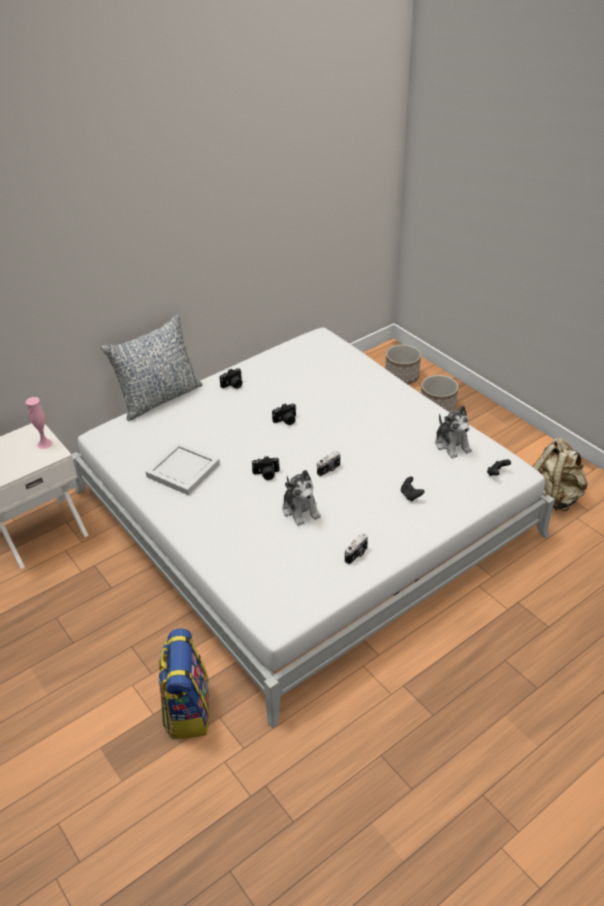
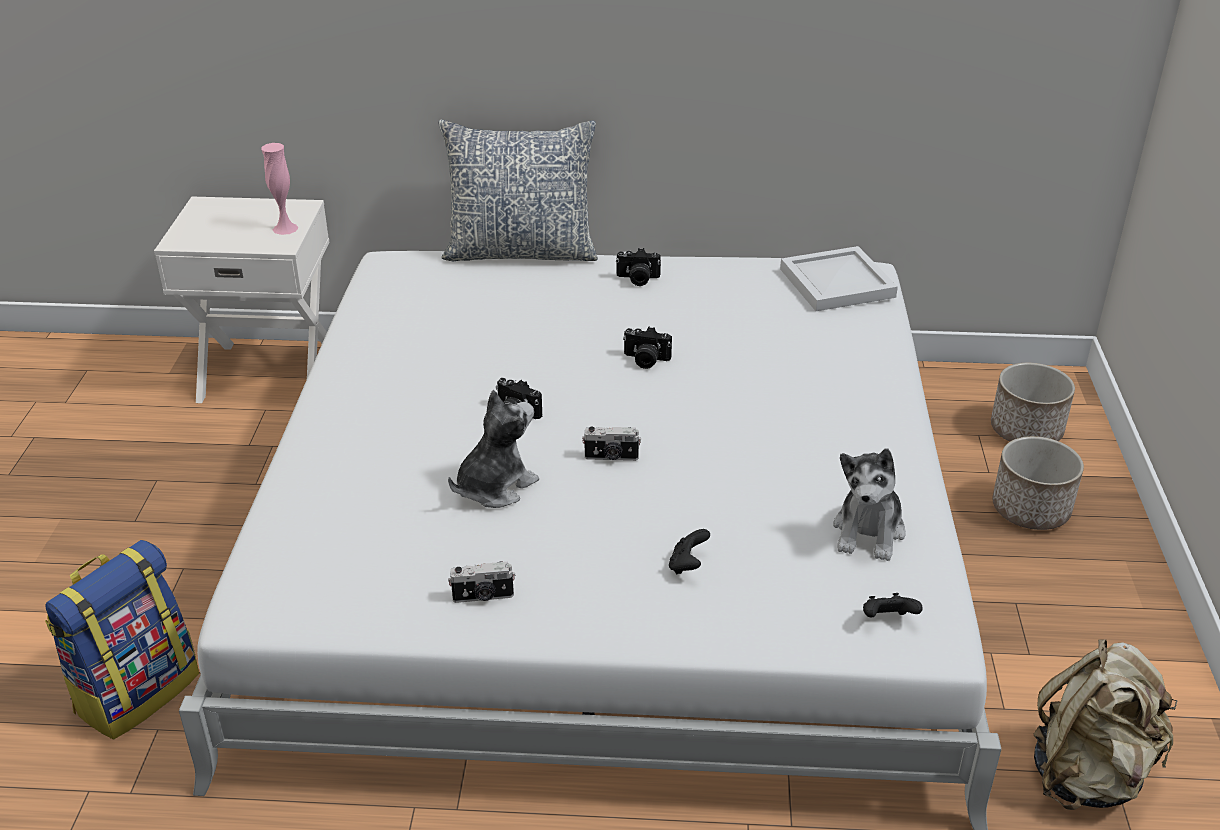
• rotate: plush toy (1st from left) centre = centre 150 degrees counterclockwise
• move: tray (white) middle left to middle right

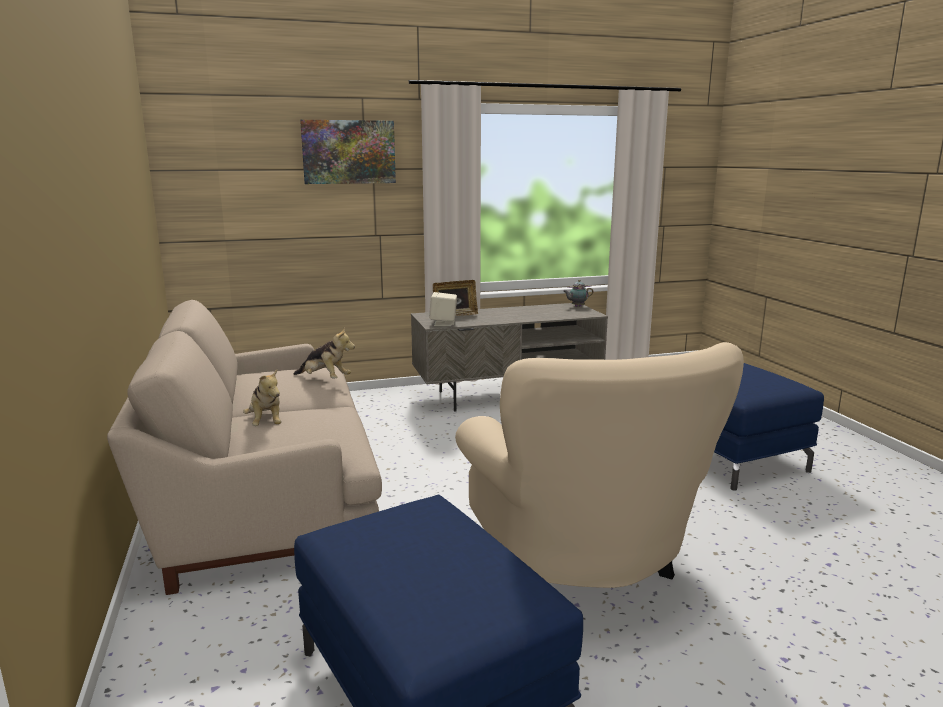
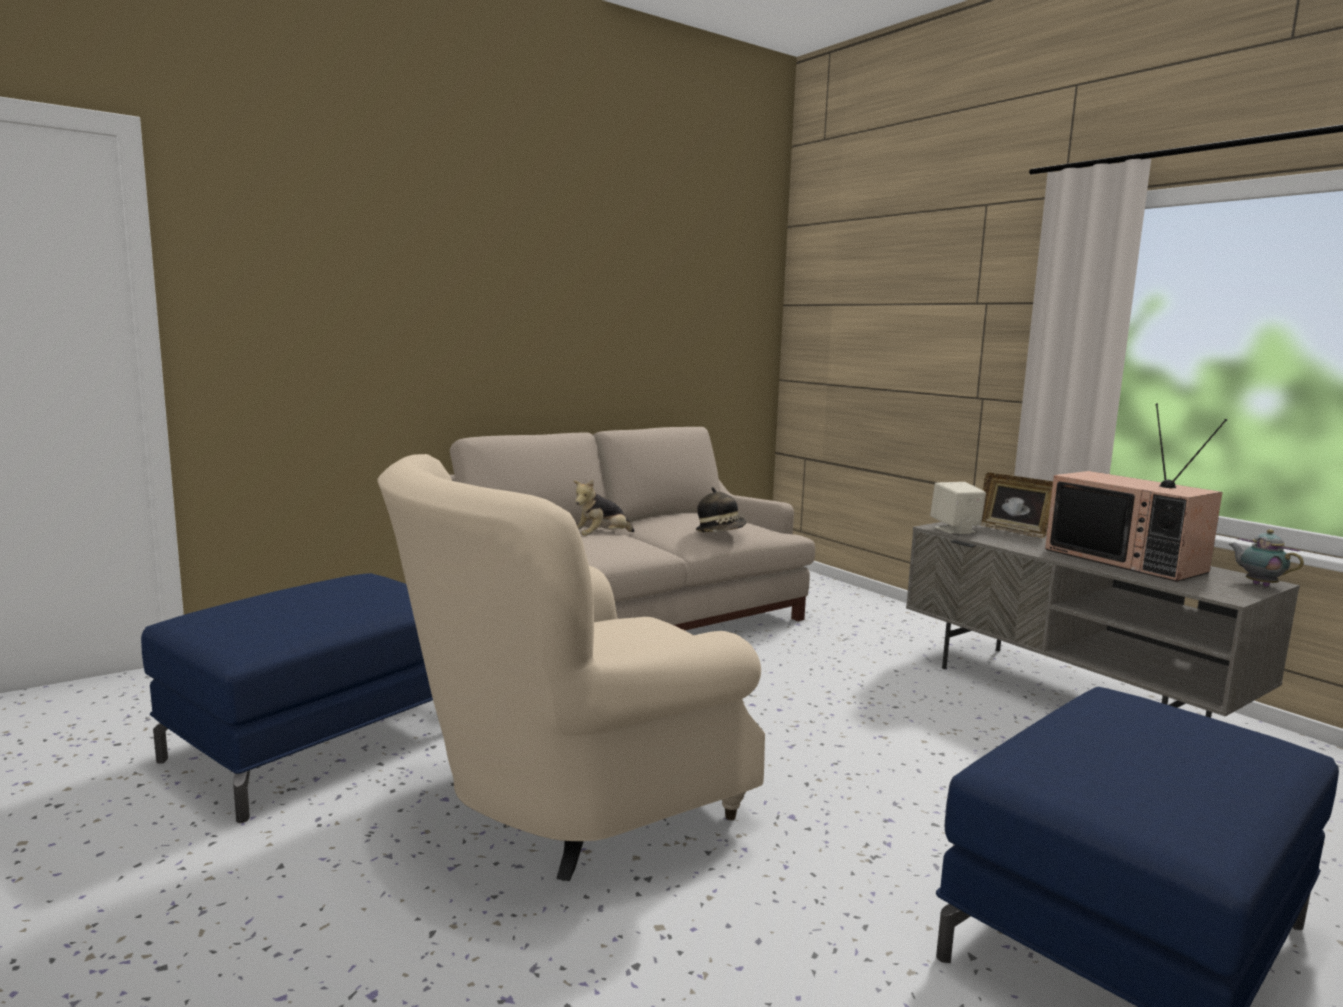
• replace: plush toy (2nd from left) centre to hat centre
• insert: television middle right
• delete: picture top centre

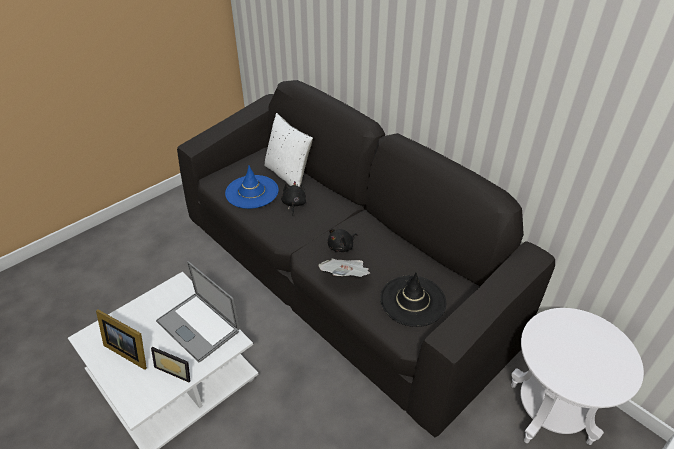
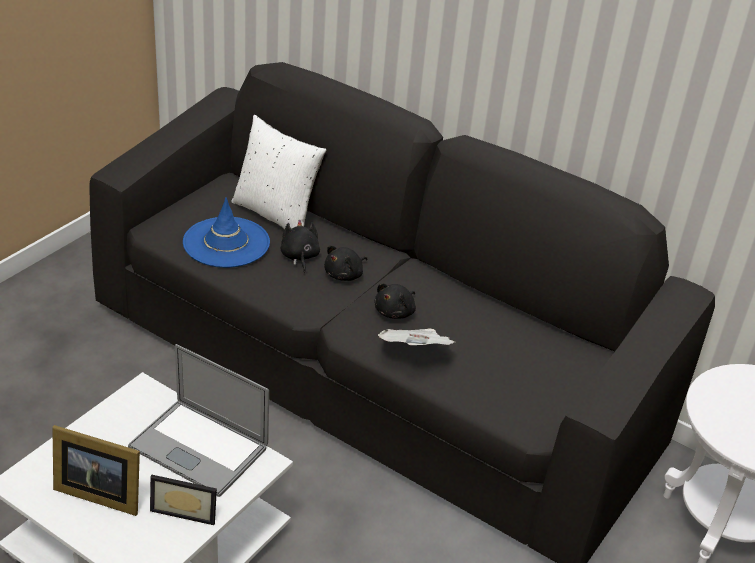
• insert: plush toy (black) (2nd from left) centre
• delete: hat (black) centre

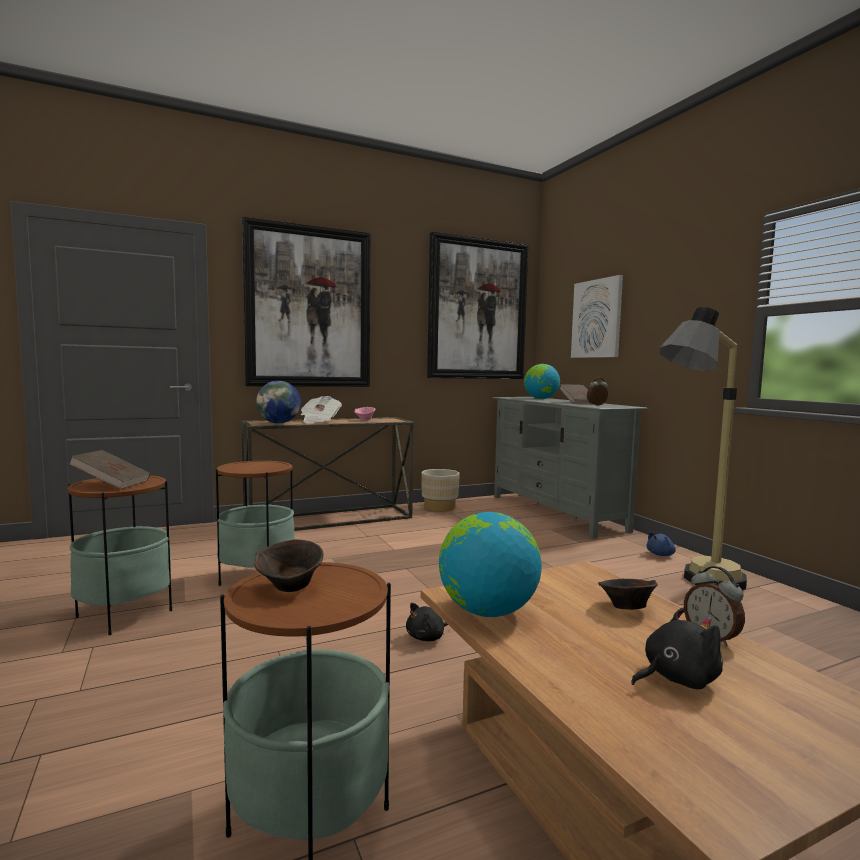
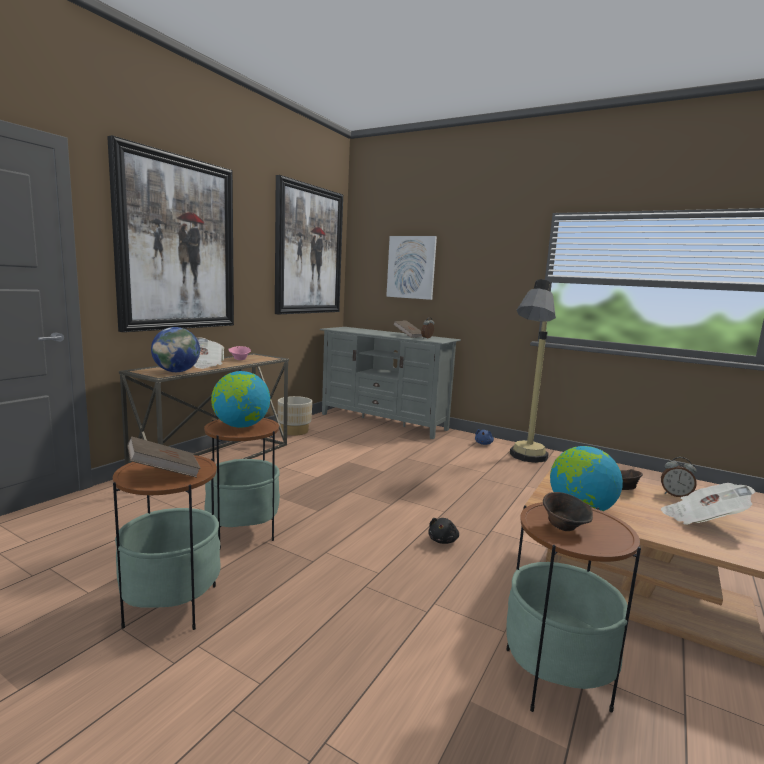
• move: globe (3rd from left in the first image) centre to globe (2nd from left) middle left
• replace: plush toy (black) (2nd from left) bottom right to newspaper (2nd from left) middle right

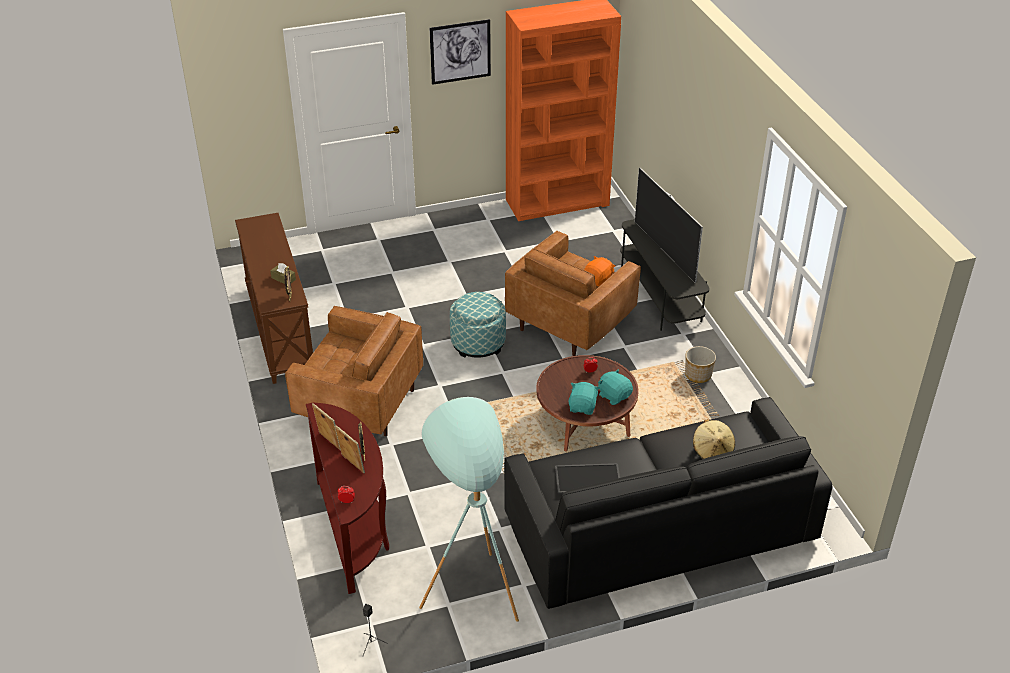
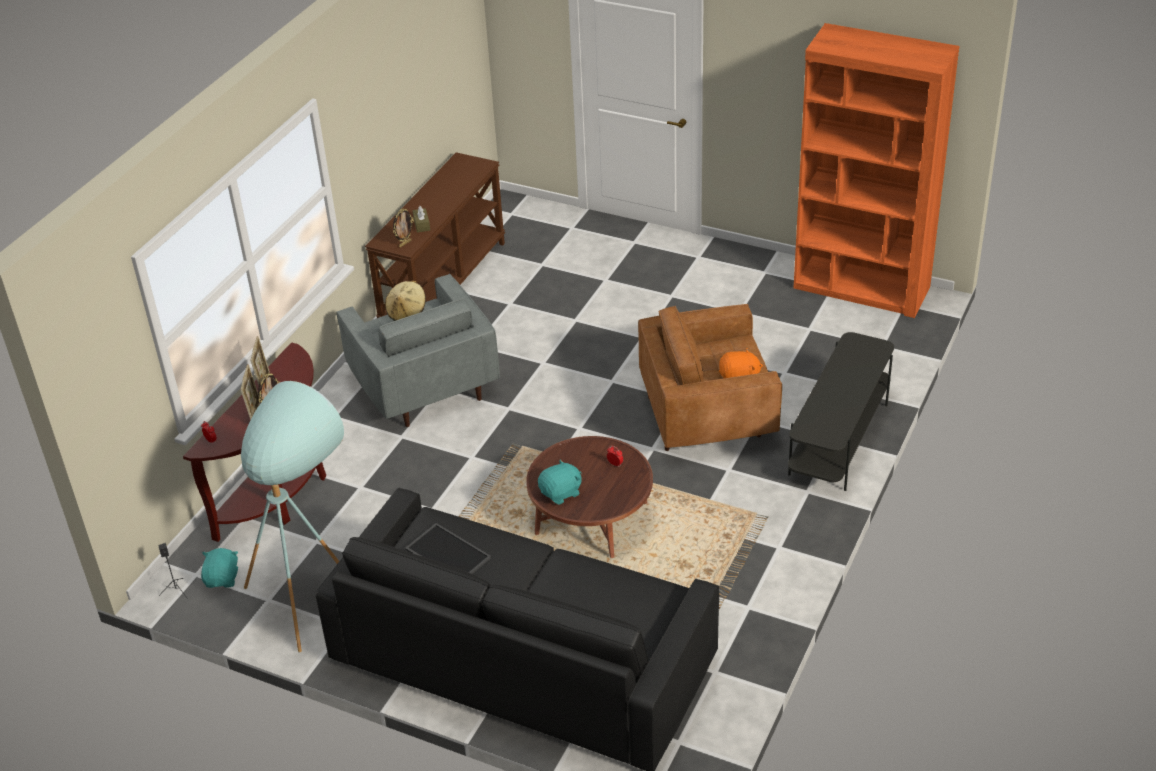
• move: plush toy (turquoise) (2nd from left in the first image) centre to plush toy (turquoise) (1st from left) bottom left
• recolor: armchair (brown) (1st from left) centre to armchair (grey) centre
• move: hat (beige) middle right to centre
• delete: picture top centre
• delete: ottoman centre
• delete: television centre
• delete: planter middle right

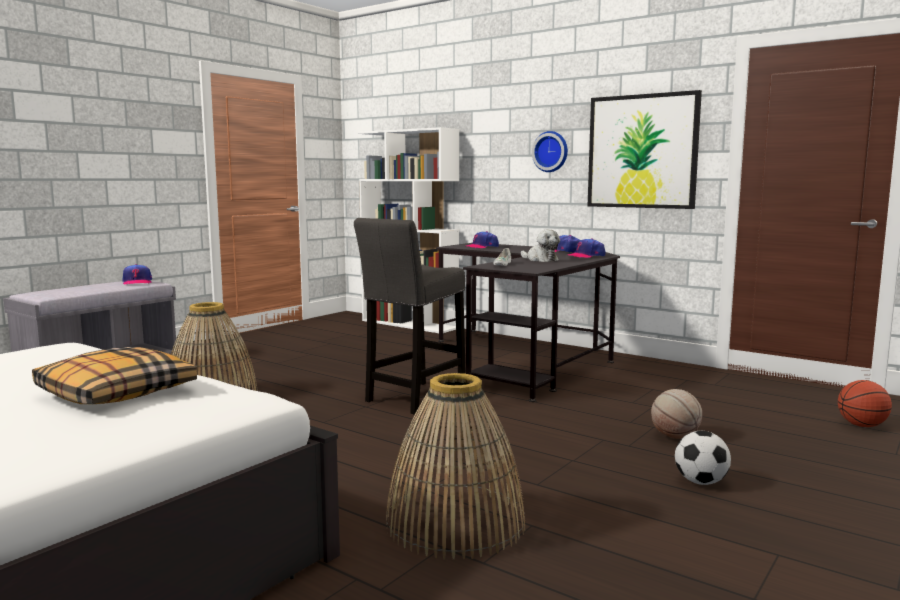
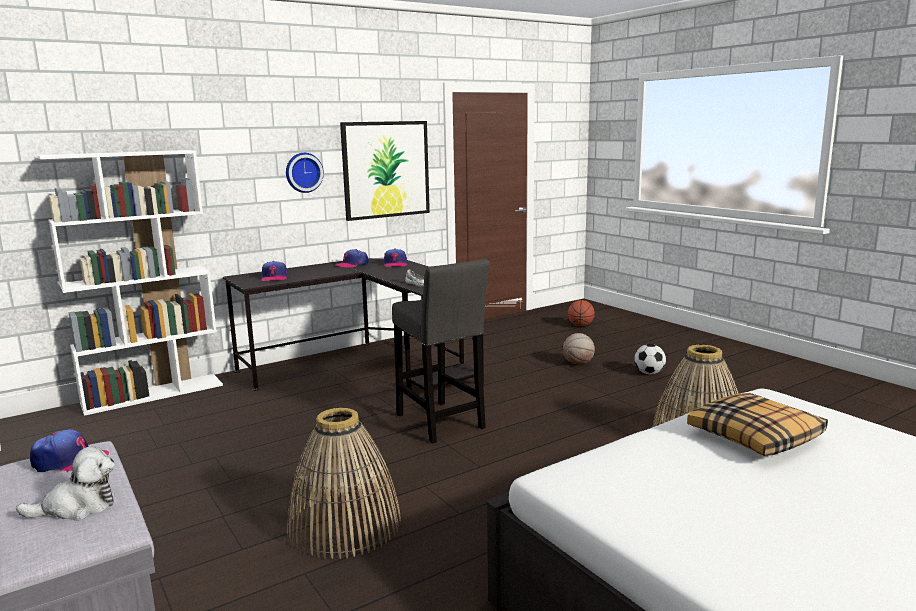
• move: plush toy centre to bottom left

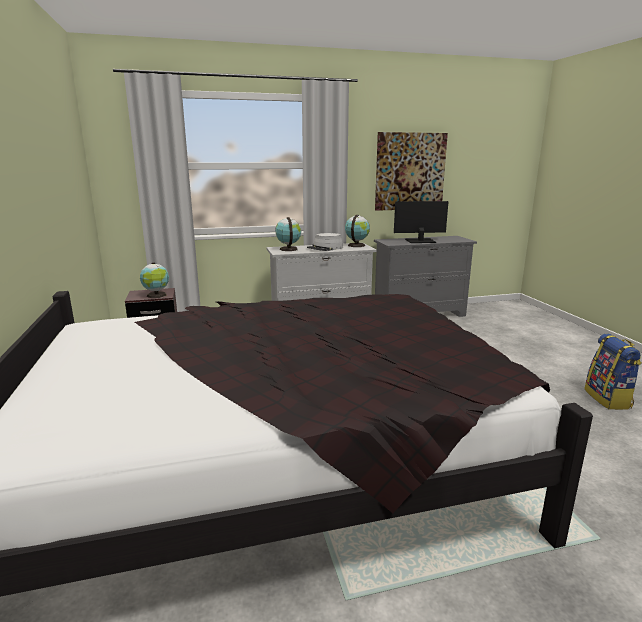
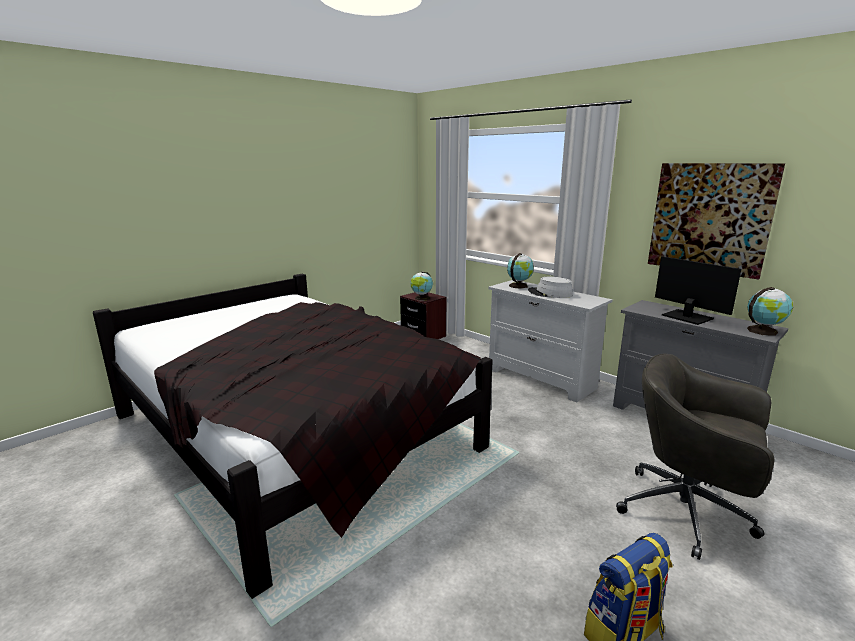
• insert: office chair (grey) bottom right
• move: globe (3rd from left) centre to middle right

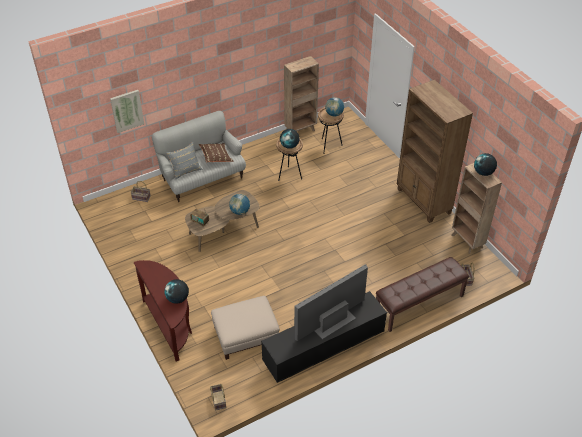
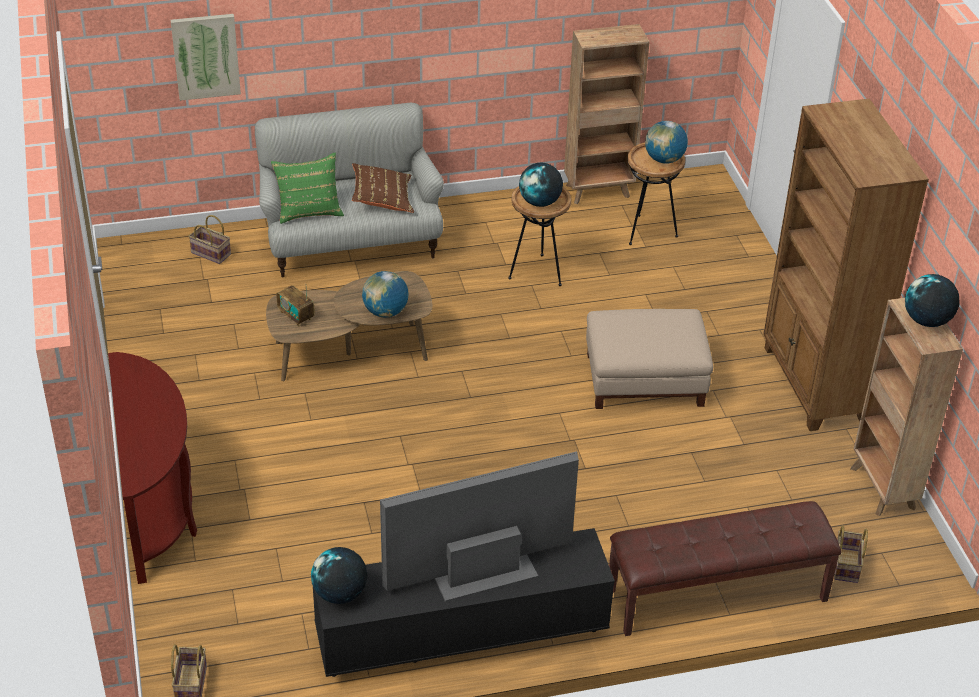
• recolor: pillow (grey) middle left to pillow (green) top left
• move: globe (1st from left) middle left to bottom centre
• move: ottoman (beige) bottom centre to centre

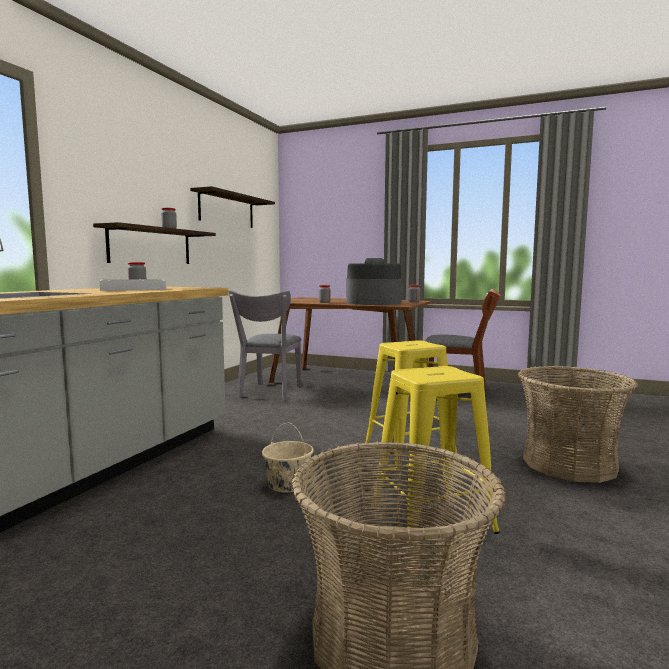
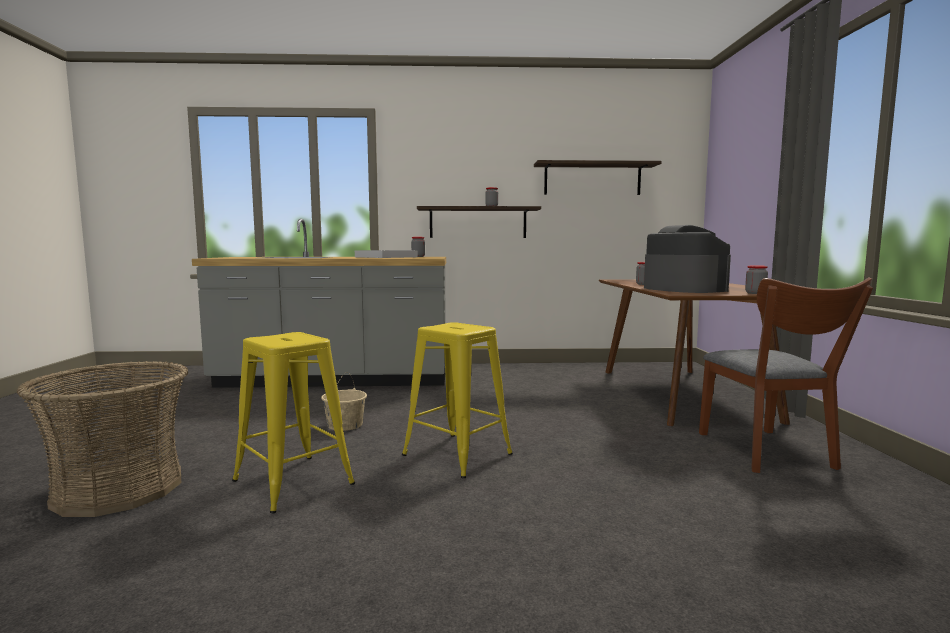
• delete: chair (grey) centre
• delete: basket (2nd from left) middle right

